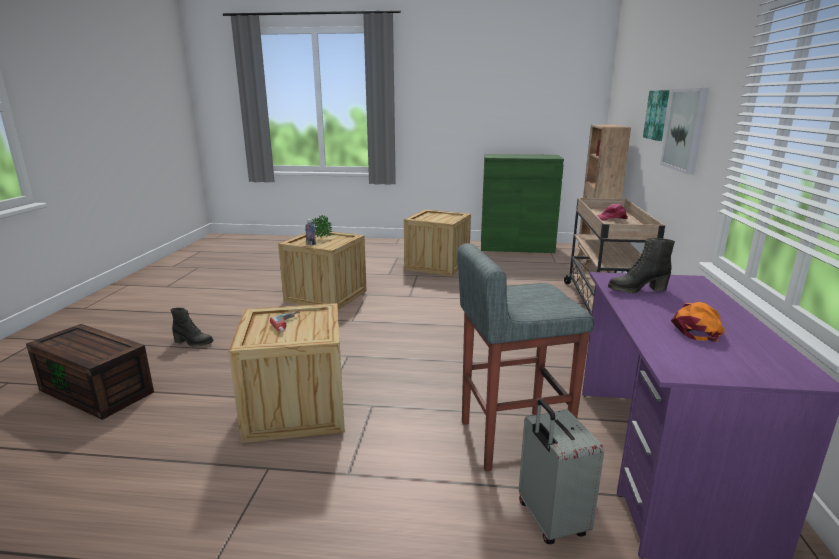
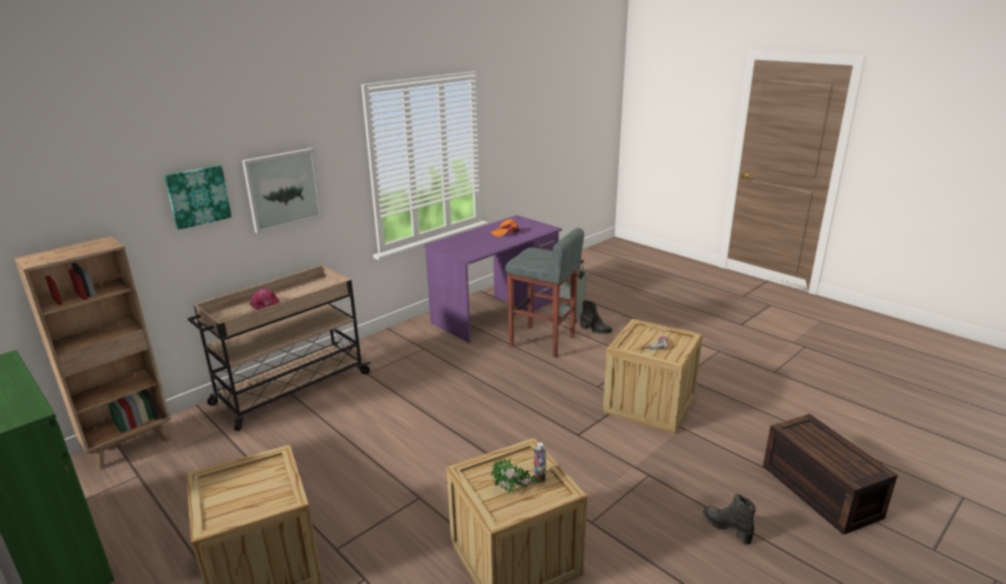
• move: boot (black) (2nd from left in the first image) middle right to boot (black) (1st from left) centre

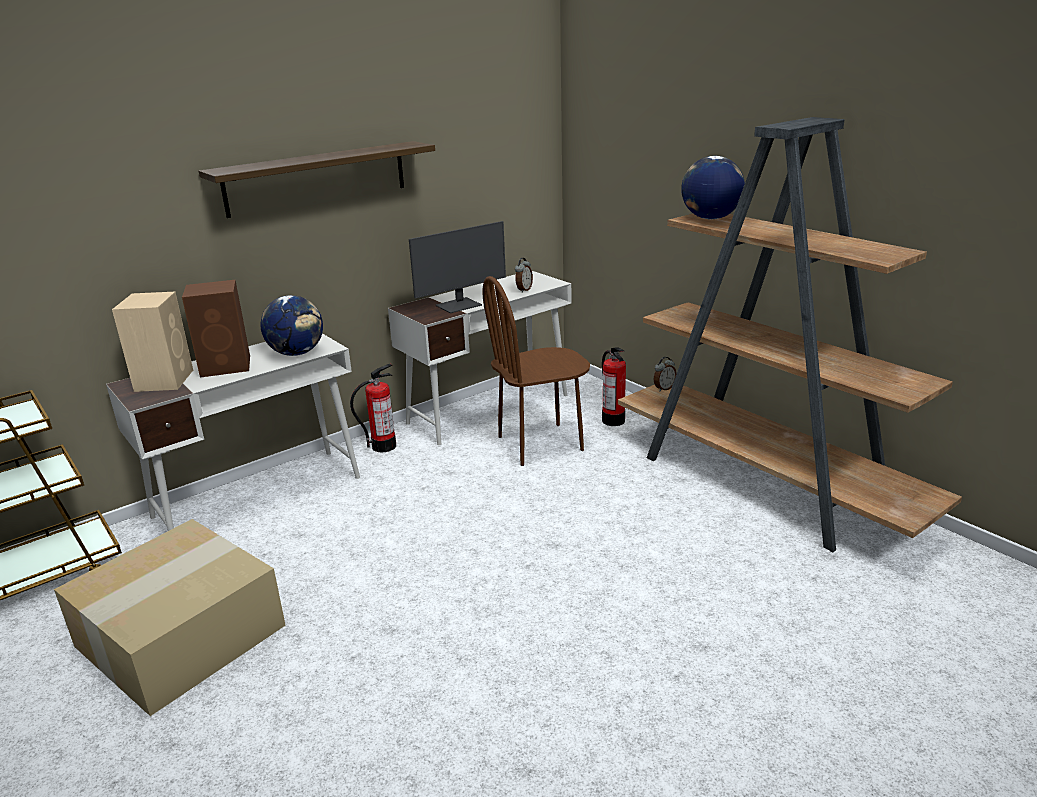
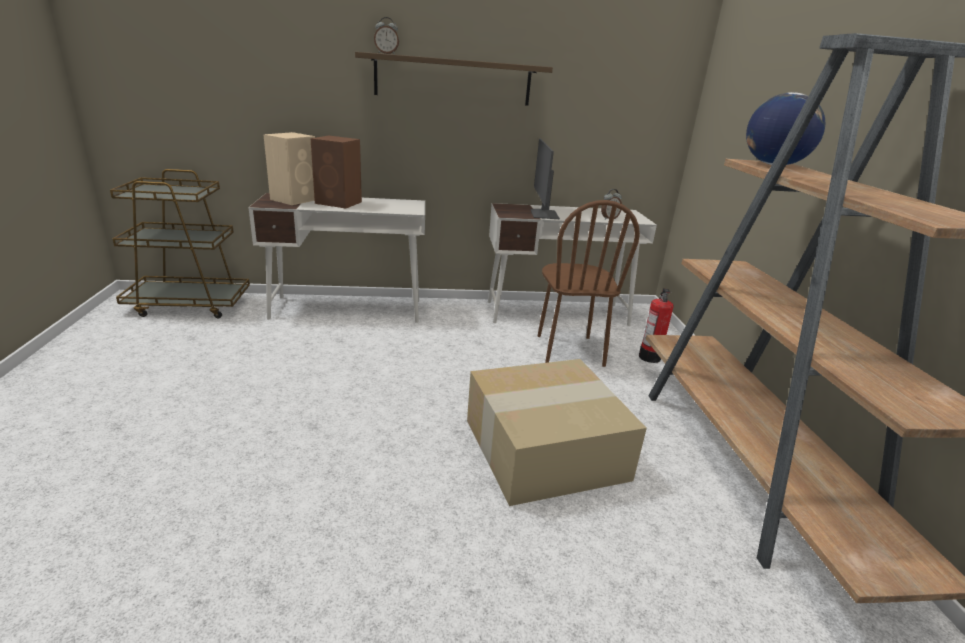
• move: alarm clock (2nd from left in the first image) centre to alarm clock (1st from left) top centre
• move: cardboard box bottom left to bottom centre
• rotate: monitor centre = top centre 90 degrees clockwise
• rotate: chair (brown) centre = centre 105 degrees counterclockwise
• delete: globe (1st from left) middle left
• delete: fire extinguisher (1st from left) centre

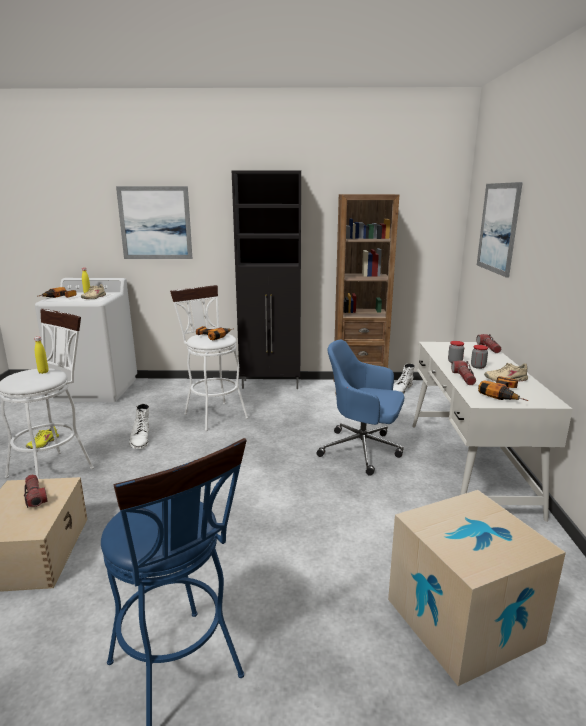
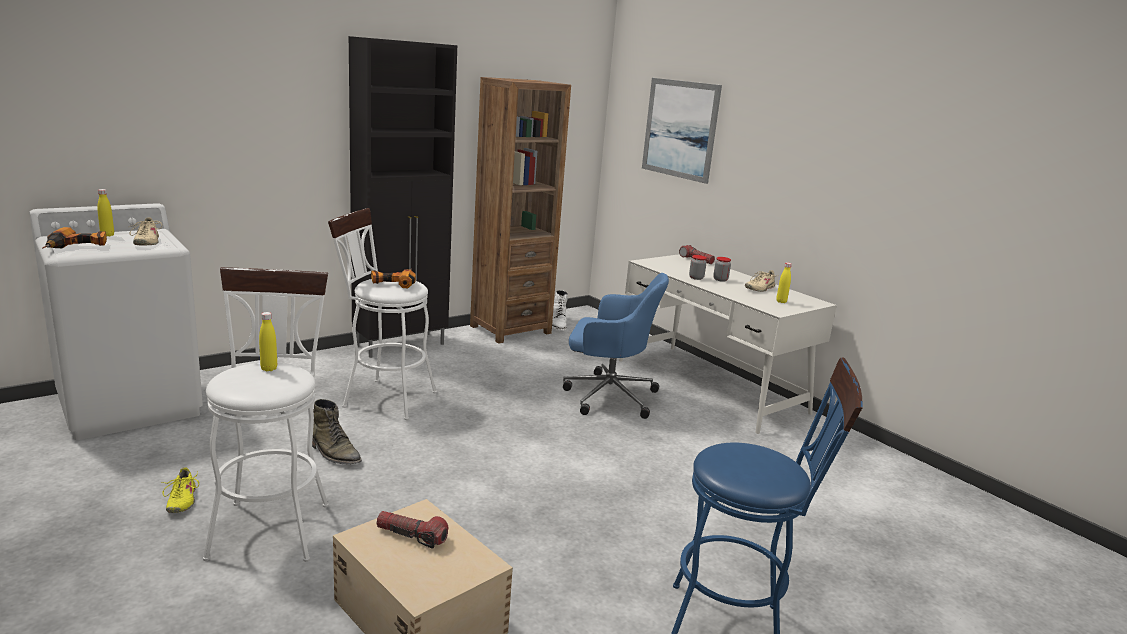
• recolor: boot (white) (1st from left) middle left to boot (green) bottom left
• rotate: office chair (blue) centre = centre 150 degrees counterclockwise
• replace: power drill (3rd from left) middle right to bottle (yellow) (3rd from left) middle right
• delete: picture (1st from left) top left
• delete: cardboard box bottom right
• delete: flashlight (2nd from left) middle right

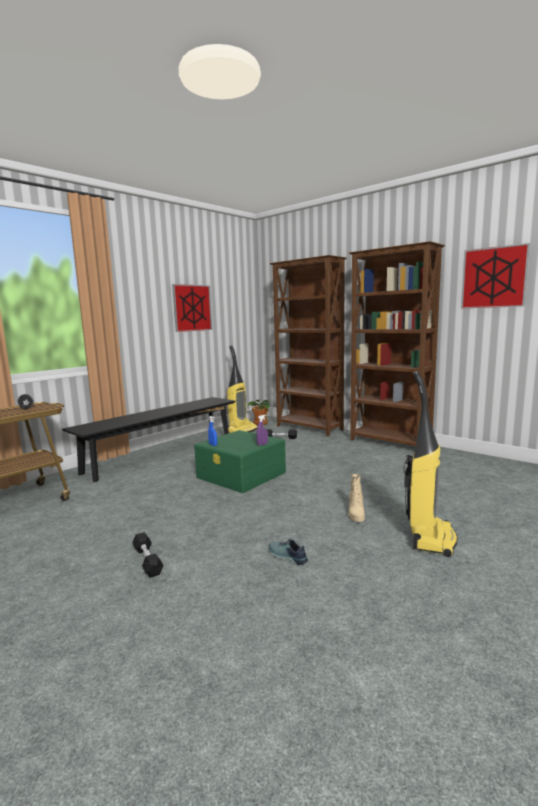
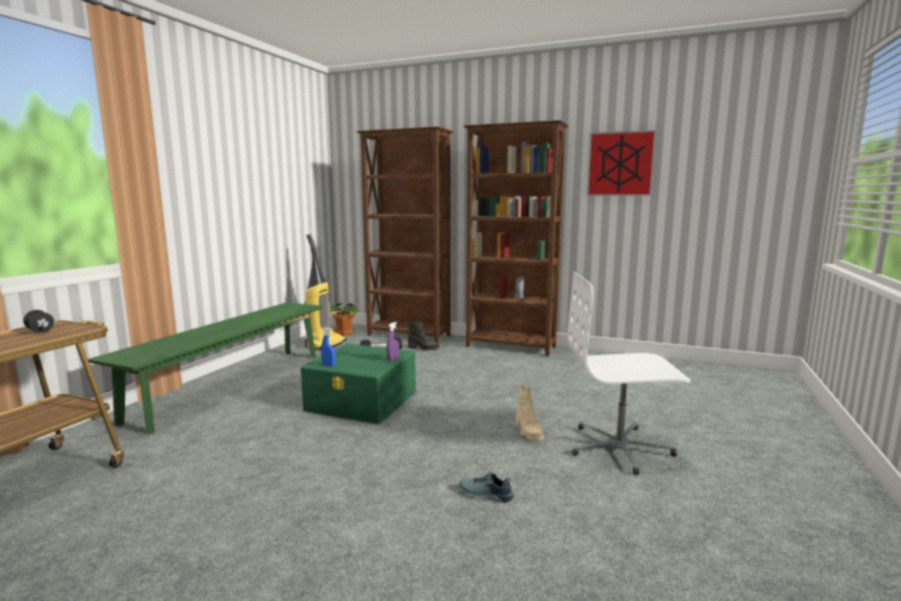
• recolor: bench (black) middle left to bench (green) middle left
• insert: boot (black) centre
• replace: vacuum cleaner (2nd from left) middle right to office chair (white) middle right
• delete: dumbbell (black) (2nd from left) bottom left
• delete: picture (1st from left) centre

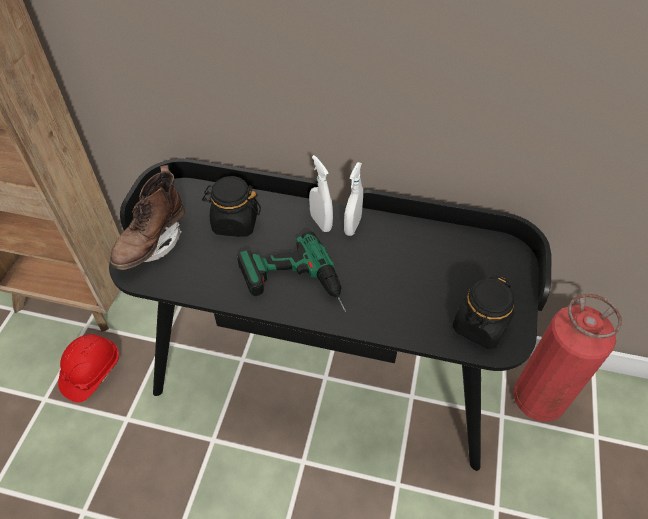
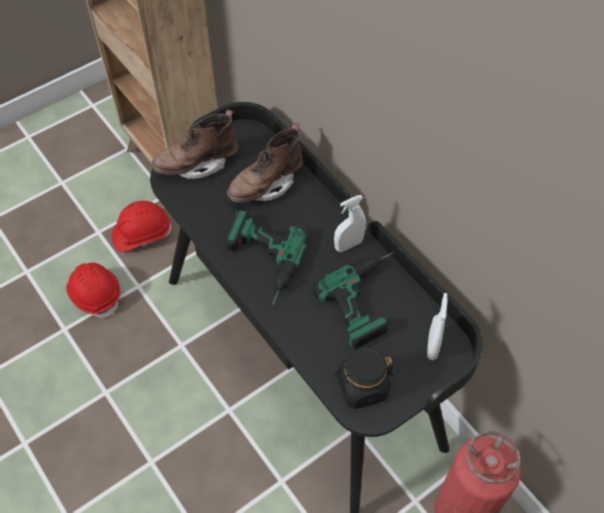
• insert: hard hat (red) (1st from left) middle left
• replace: jar (black) (1st from left) centre to boot (brown) (2nd from left) top centre
• insert: power drill (2nd from left) centre
• move: spray bottle (white) (1st from left in the first image) centre to spray bottle (white) (2nd from left) middle right

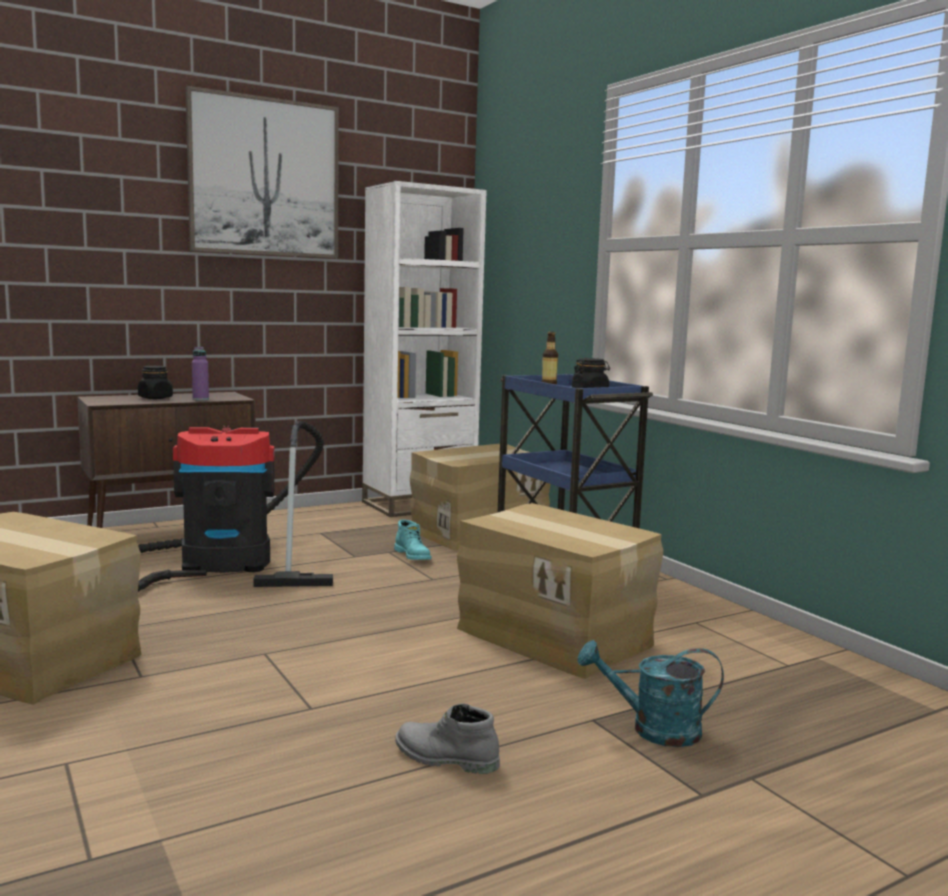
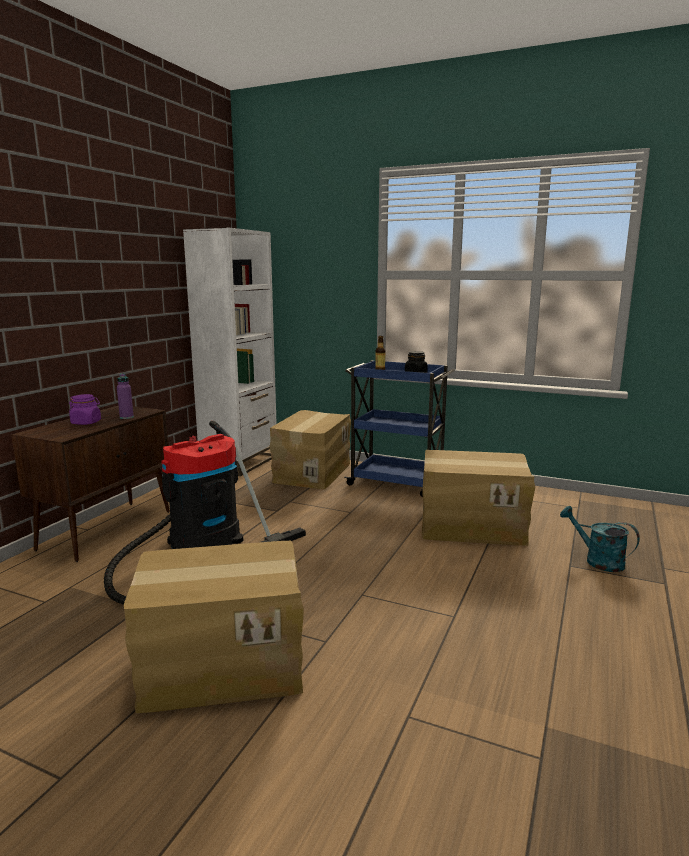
• recolor: jar (black) (1st from left) middle left to jar (purple) middle left
• rotate: watering can (turquoise) bottom right = middle right 75 degrees clockwise
• delete: picture top left
• delete: boot (turquoise) centre
• delete: boot (grey) bottom centre

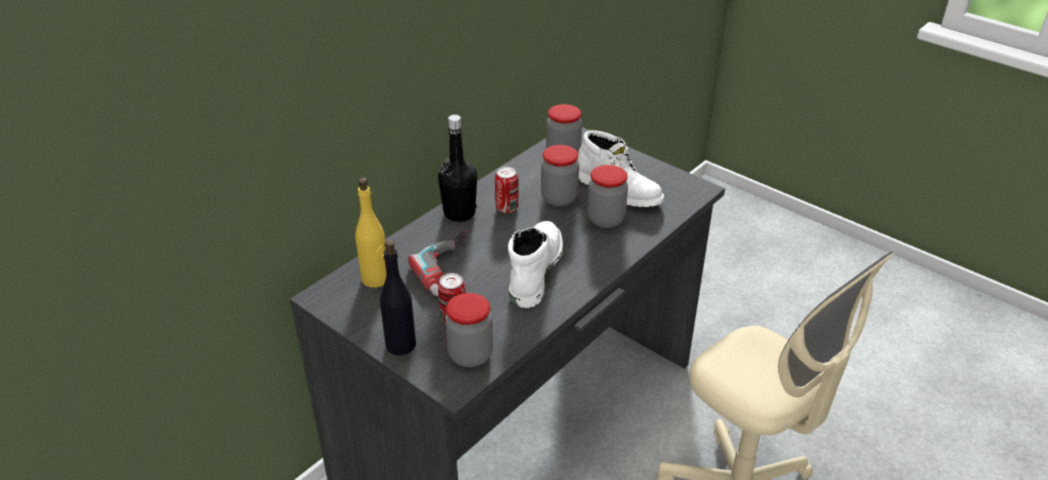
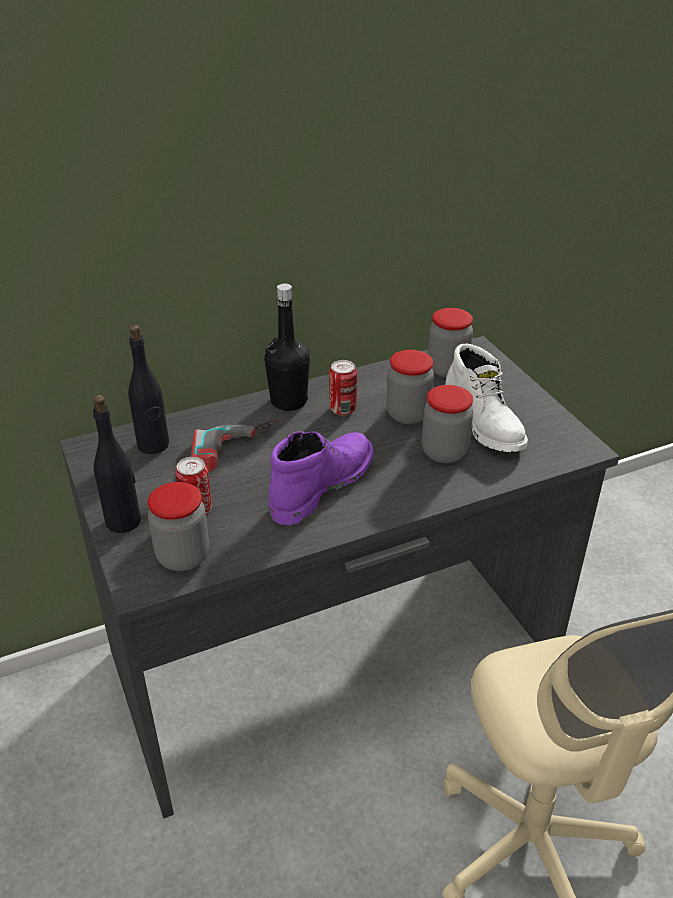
• recolor: bottle (yellow) centre to bottle (black) (2nd from left) middle left
• recolor: boot (white) (1st from left) centre to boot (purple) centre

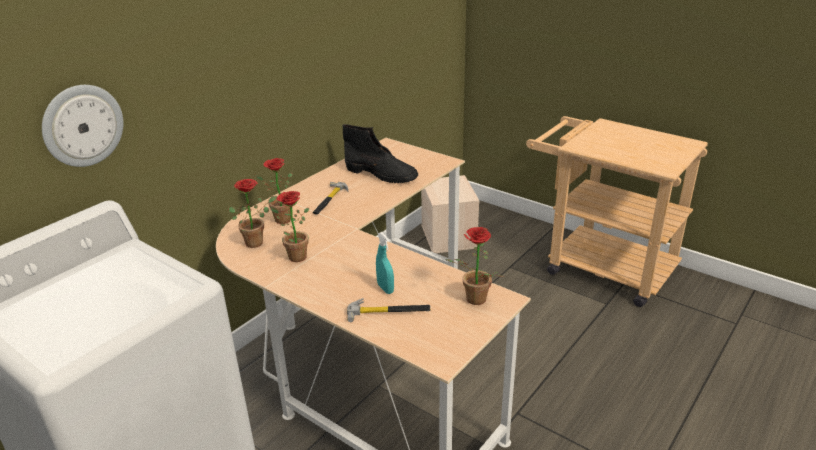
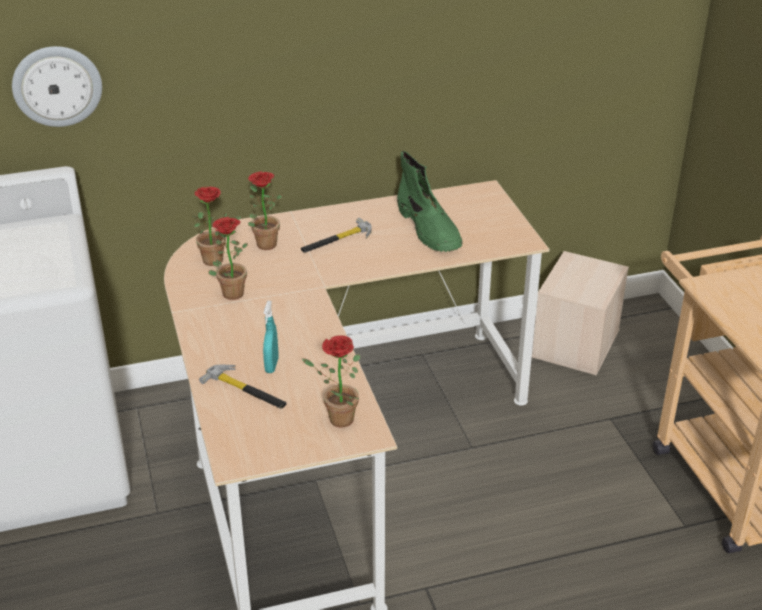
• recolor: boot (black) centre to boot (green) top centre

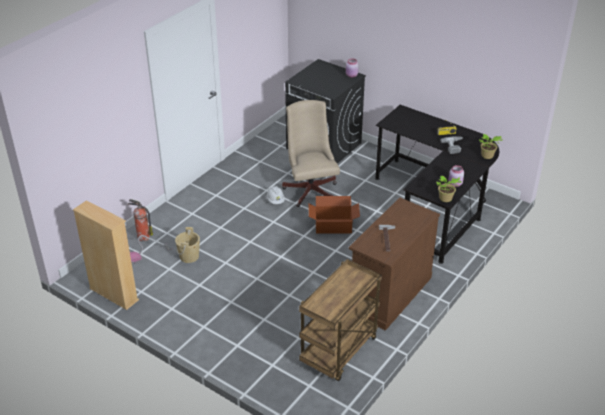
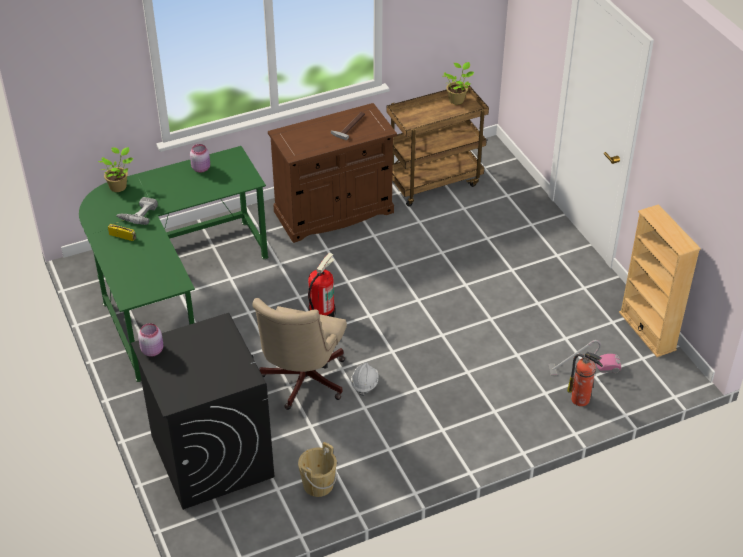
• recolor: desk (black) middle right to desk (green) middle left
• move: bucket (beige) middle left to bottom centre
• replace: cardboard box centre to fire extinguisher (1st from left) centre
• move: potted plant (1st from left in the first image) middle right to potted plant (2nd from left) top centre

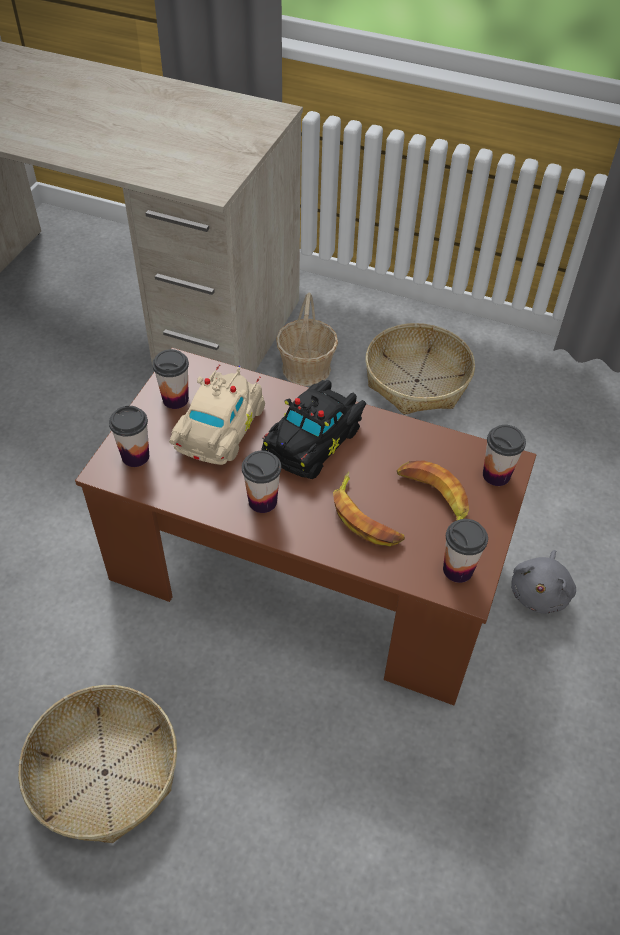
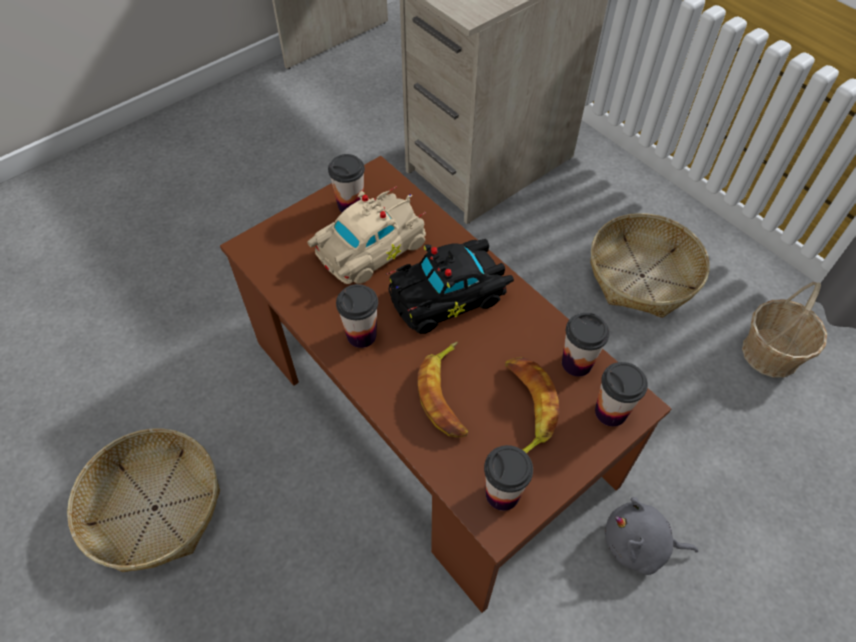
• move: cup (1st from left in the first image) middle left to cup (4th from left) middle right
• rotate: plush toy (grey) middle right = bottom right 45 degrees clockwise
• move: basket (2nd from left in the first image) centre to basket (3rd from left) middle right

